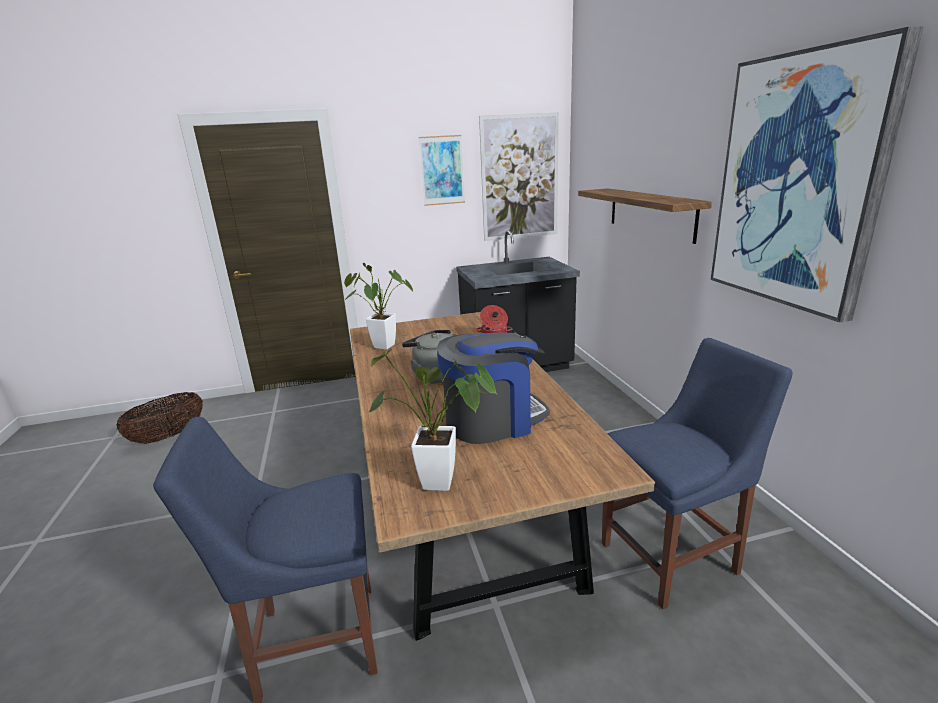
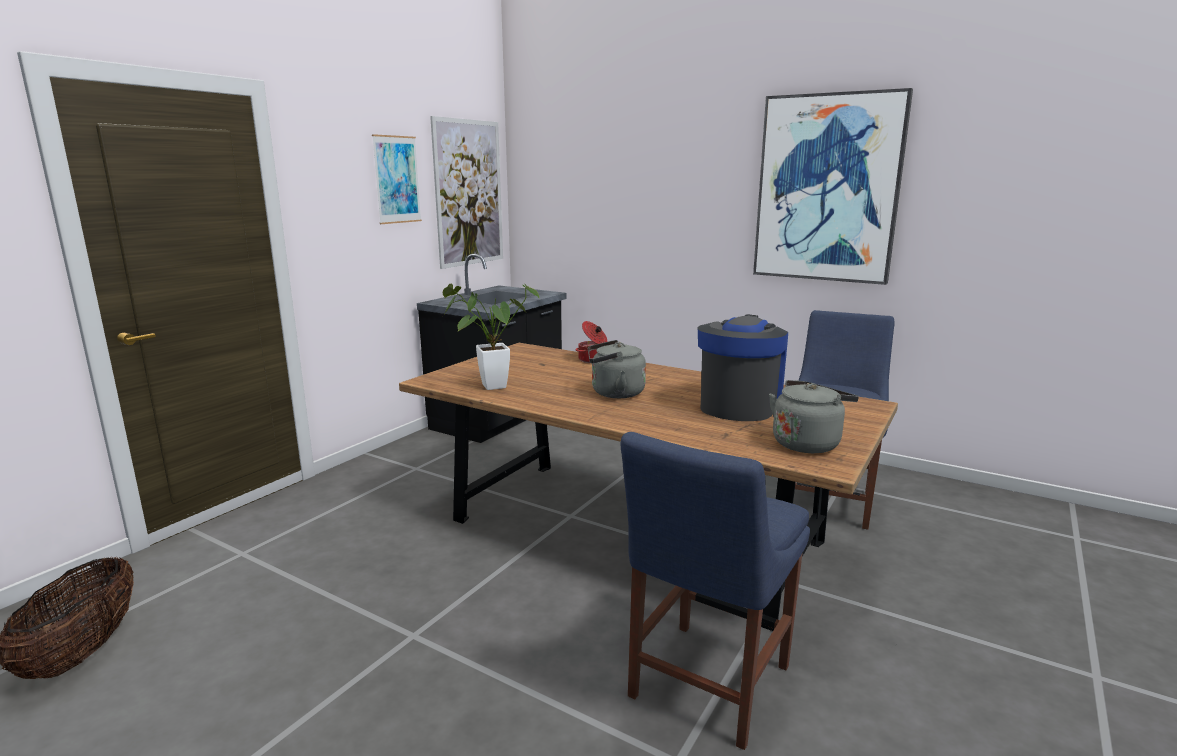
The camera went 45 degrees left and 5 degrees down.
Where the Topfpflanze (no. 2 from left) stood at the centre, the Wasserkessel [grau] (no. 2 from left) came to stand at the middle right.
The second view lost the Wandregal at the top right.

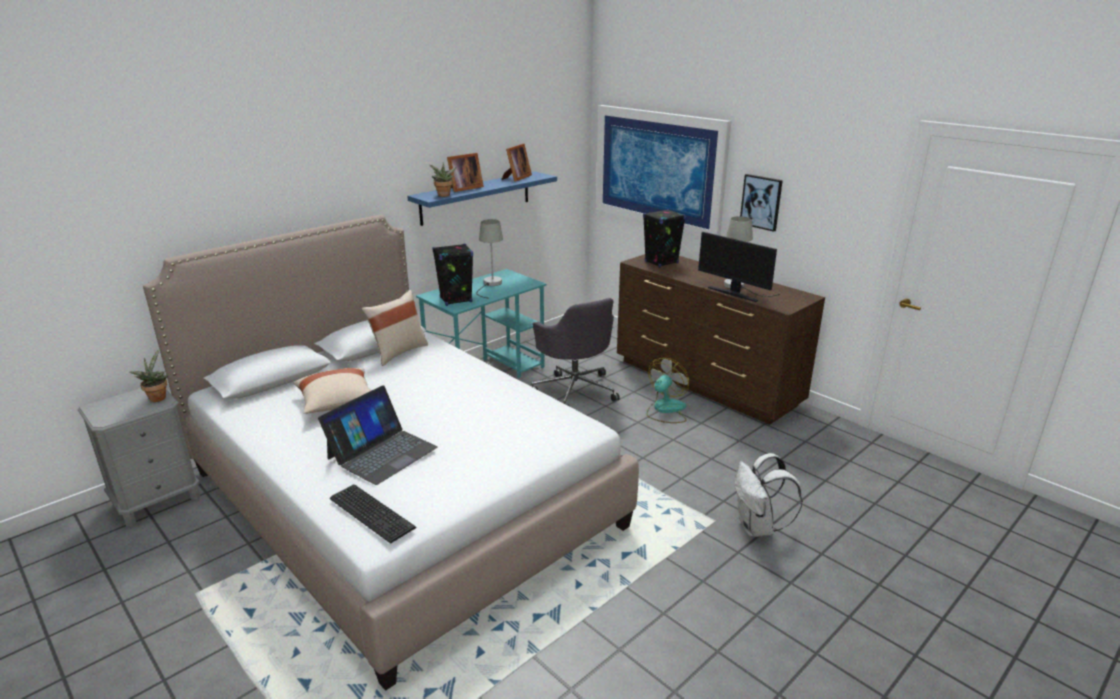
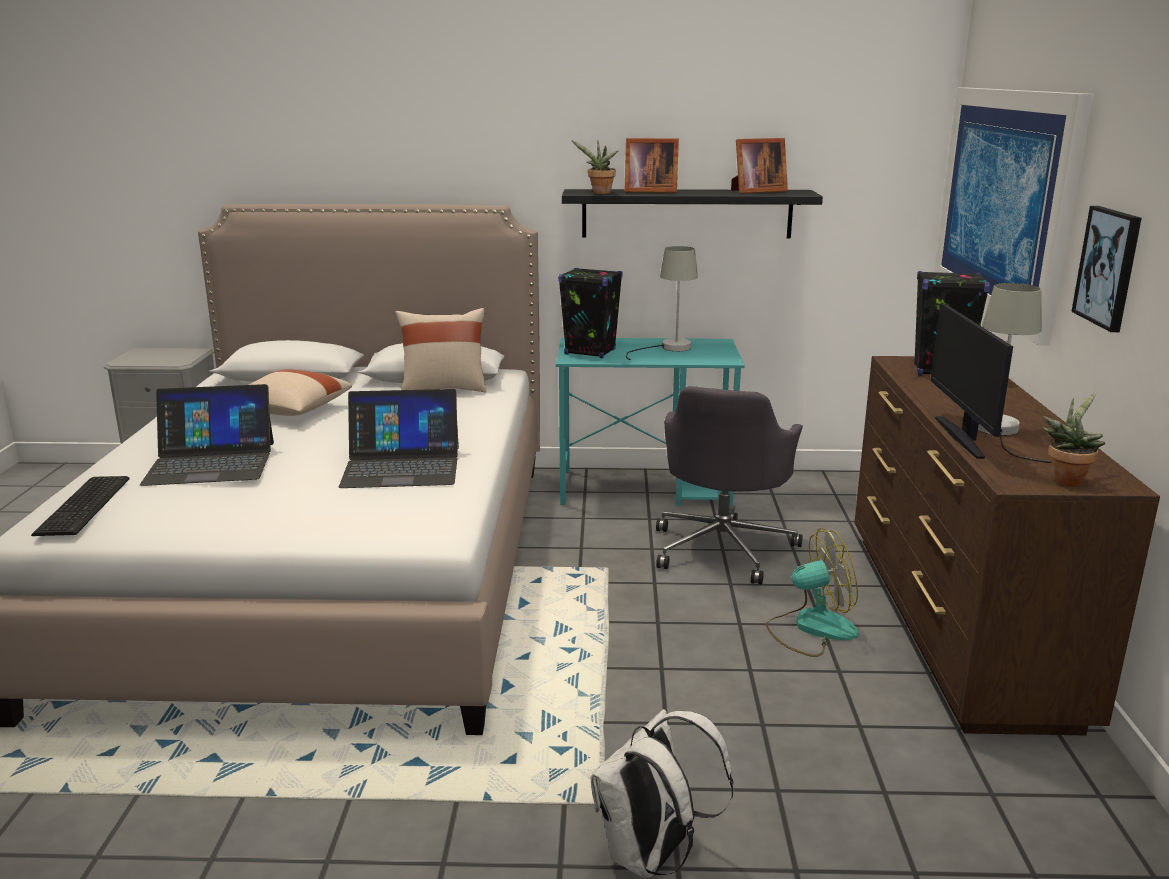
The camera went 45 degrees right and 5 degrees down.
The Topfpflanze (no. 1 from left in the first image) ended up elsewhere, having gone from the middle left to the middle right.
What was the Wandregal [blau] at the top centre turned into the Wandregal [schwarz] at the top centre.
The second view gained the Laptop (no. 2 from left) at the centre.

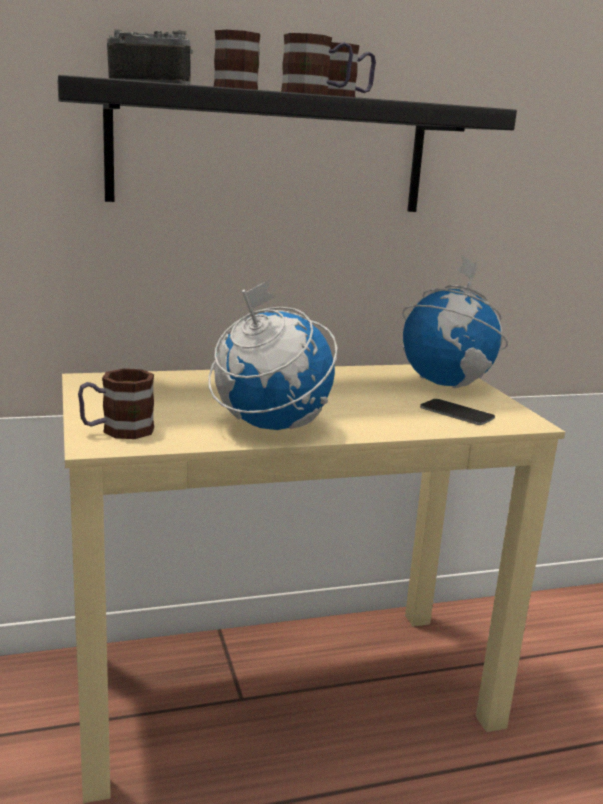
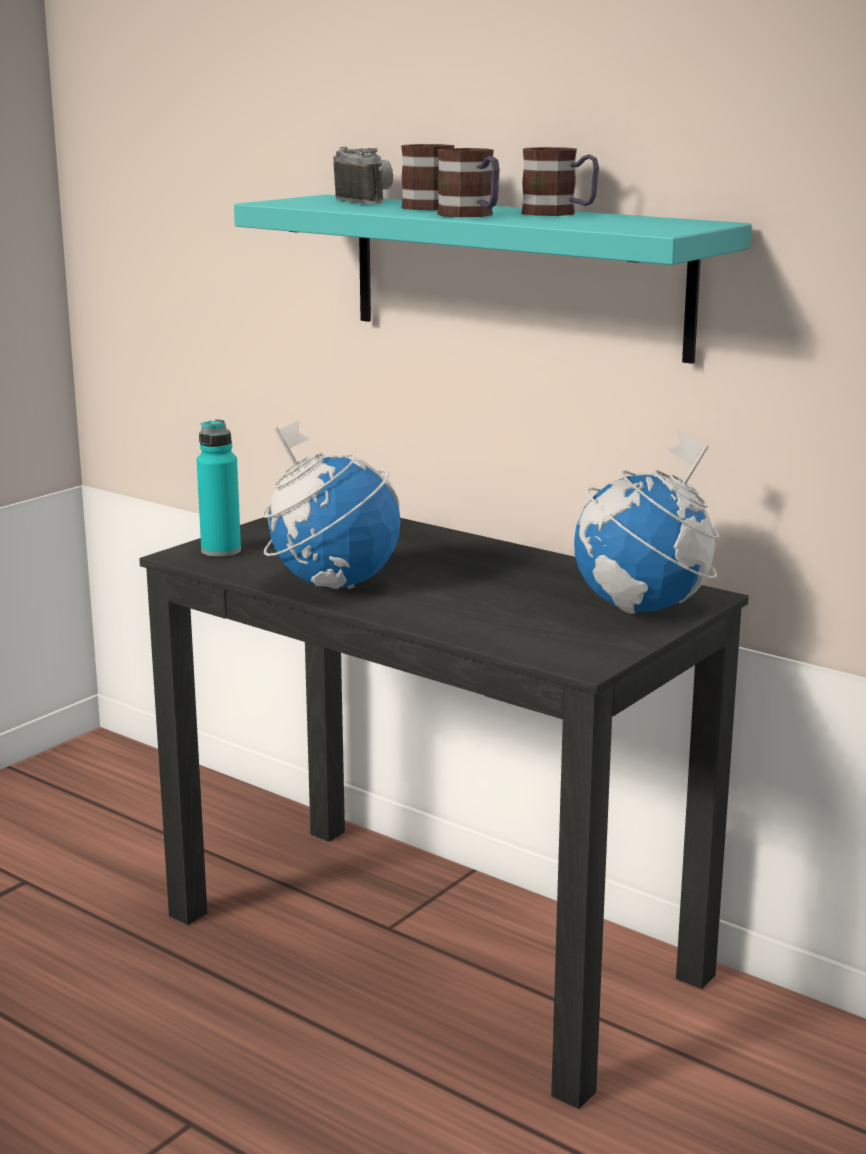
The camera went 55 degrees right and 0 degrees up.
What was the Wandregal [schwarz] at the top centre turned into the Wandregal [türkis] at the top centre.
What was the Schreibtisch [beige] at the bottom centre turned into the Schreibtisch [schwarz] at the bottom centre.
Where the Henkelbecher (no. 1 from left) stood at the middle left, the Flasche [türkis] came to stand at the middle left.
The second view lost the Handy at the middle right.

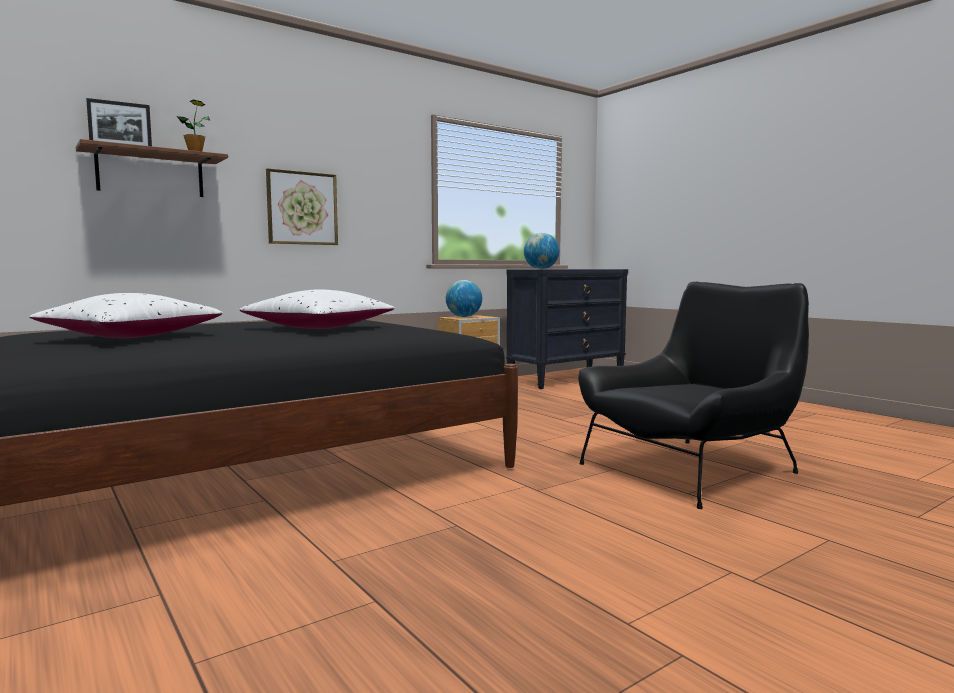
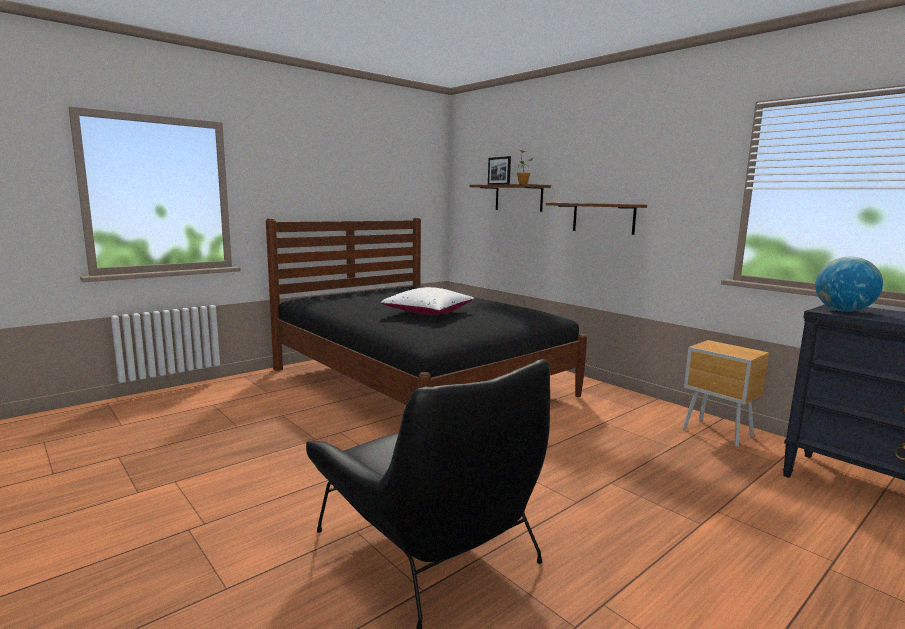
The camera went 85 degrees right and 5 degrees up.
The second view lost the Kissen [weiß] (no. 1 from left) at the middle left.
Where the Bild hung at the top left, the Wandregal [braun] (no. 2 from left) came to hang at the centre.
The second view lost the Globus (no. 1 from left) at the centre.

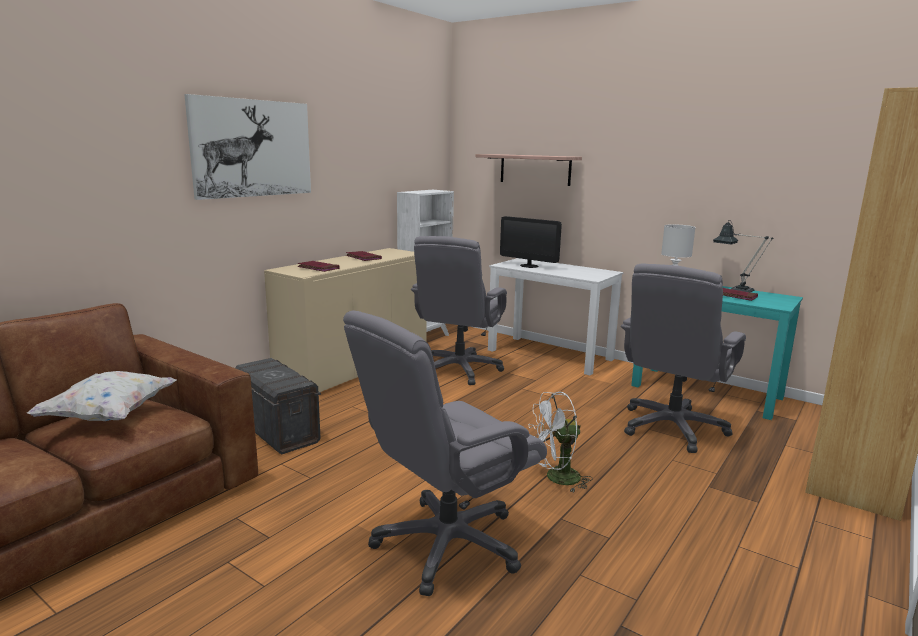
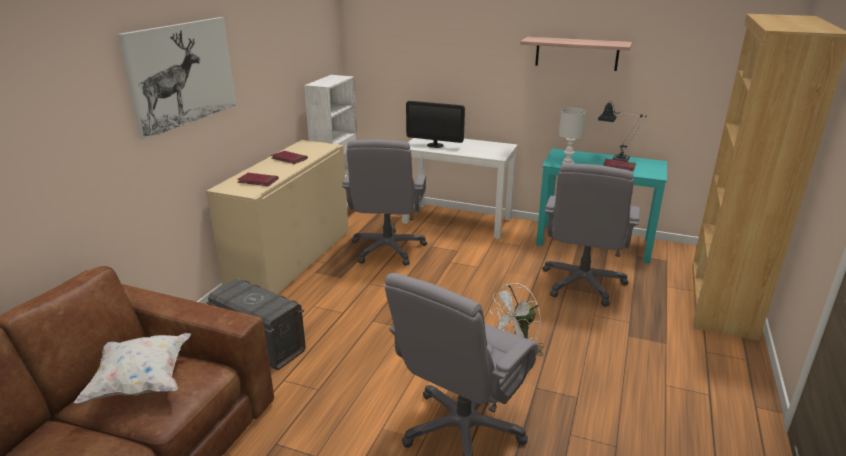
The camera went 15 degrees left and 10 degrees up.
The Wandregal ended up elsewhere, having gone from the top centre to the top right.

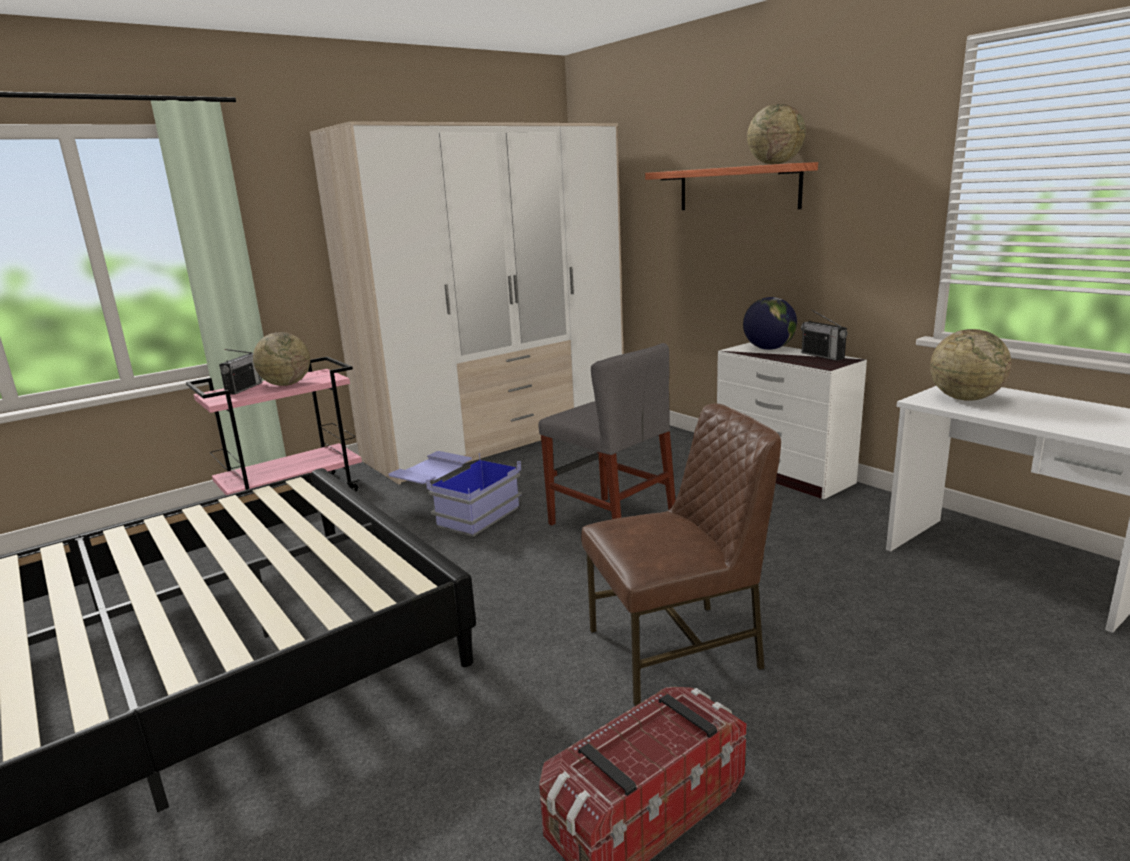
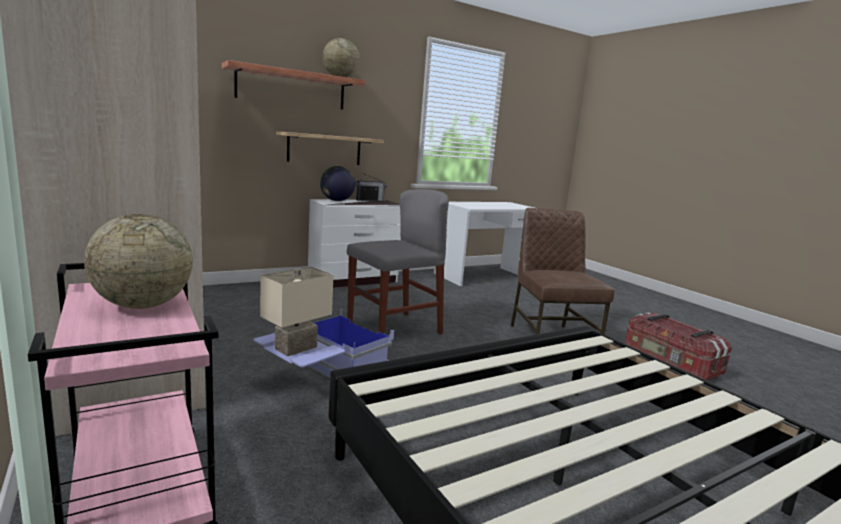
The camera went 85 degrees left and 5 degrees down.
The second view lost the Radio (no. 1 from left) at the middle left.
The second view lost the Globus (no. 4 from left) at the middle right.
The second view gained the Tischlampe [beige] at the centre.
The second view gained the Wandregal (no. 2 from left) at the top centre.

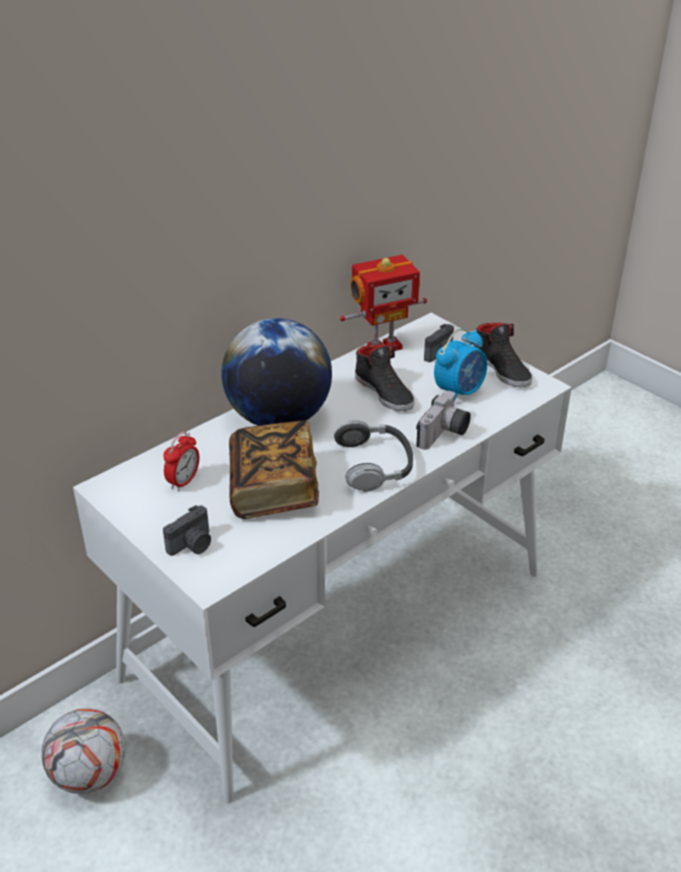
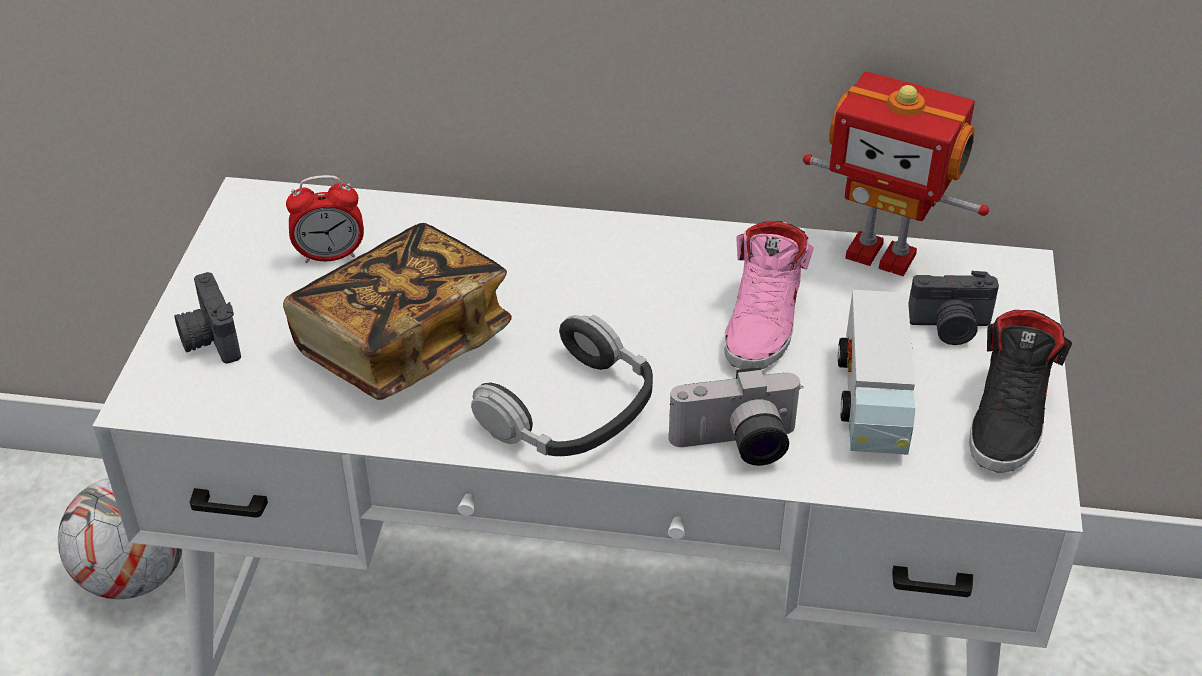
The camera went 50 degrees right and 5 degrees up.
The Kamera (no. 1 from left) at the middle left ended up facing another way, 60 degrees clockwise from before.
The second view lost the Globus at the centre.
What was the Schuh [schwarz] (no. 1 from left) at the centre turned into the Schuh [rosa] at the centre.
Where the Wecker (no. 2 from left) stood at the middle right, the Spielzeuglaster came to stand at the middle right.

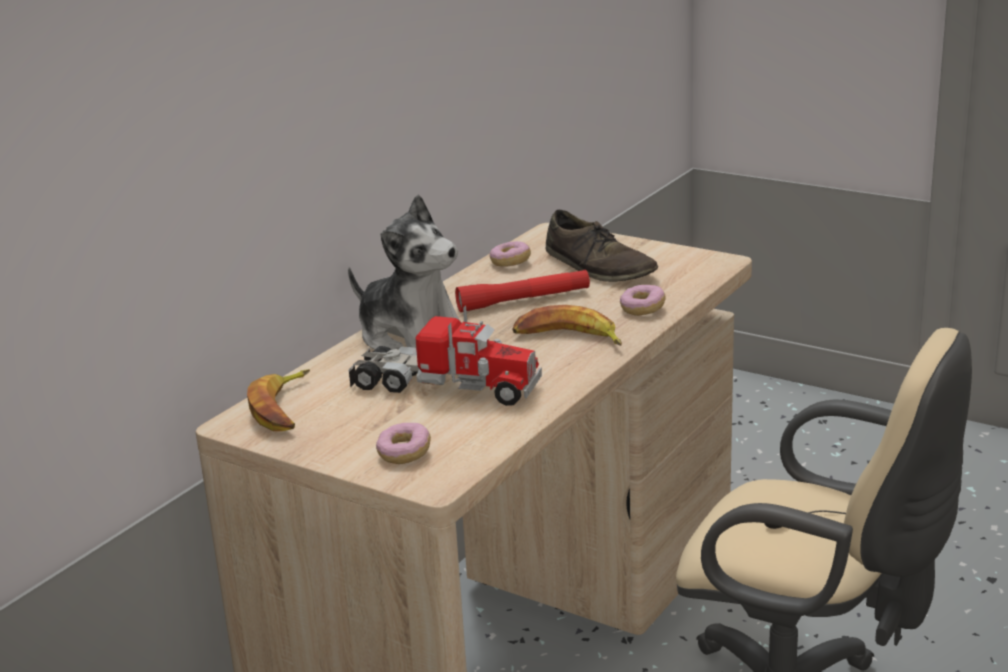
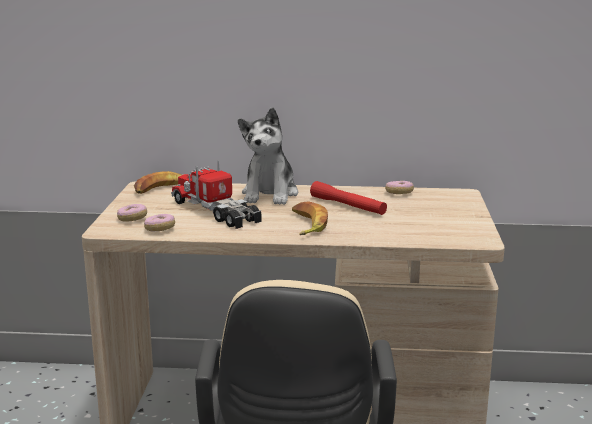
The camera went 60 degrees right and 5 degrees down.
The Spielzeuglaster at the centre ended up facing another way, 150 degrees clockwise from before.
The second view lost the Schuh [braun] at the centre.
The Donut (no. 3 from left in the first image) ended up elsewhere, having gone from the centre to the middle left.

